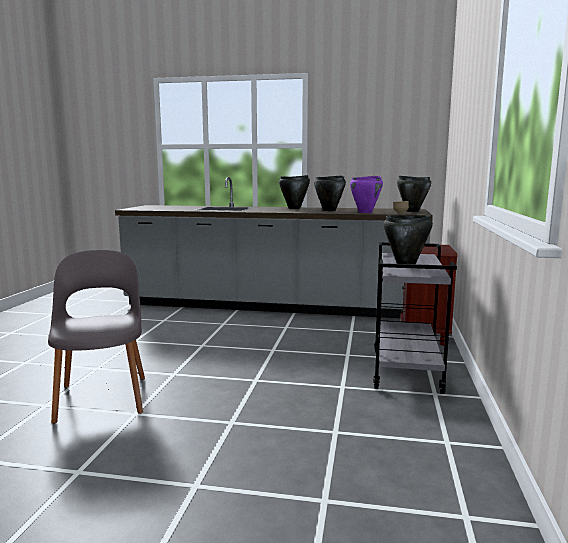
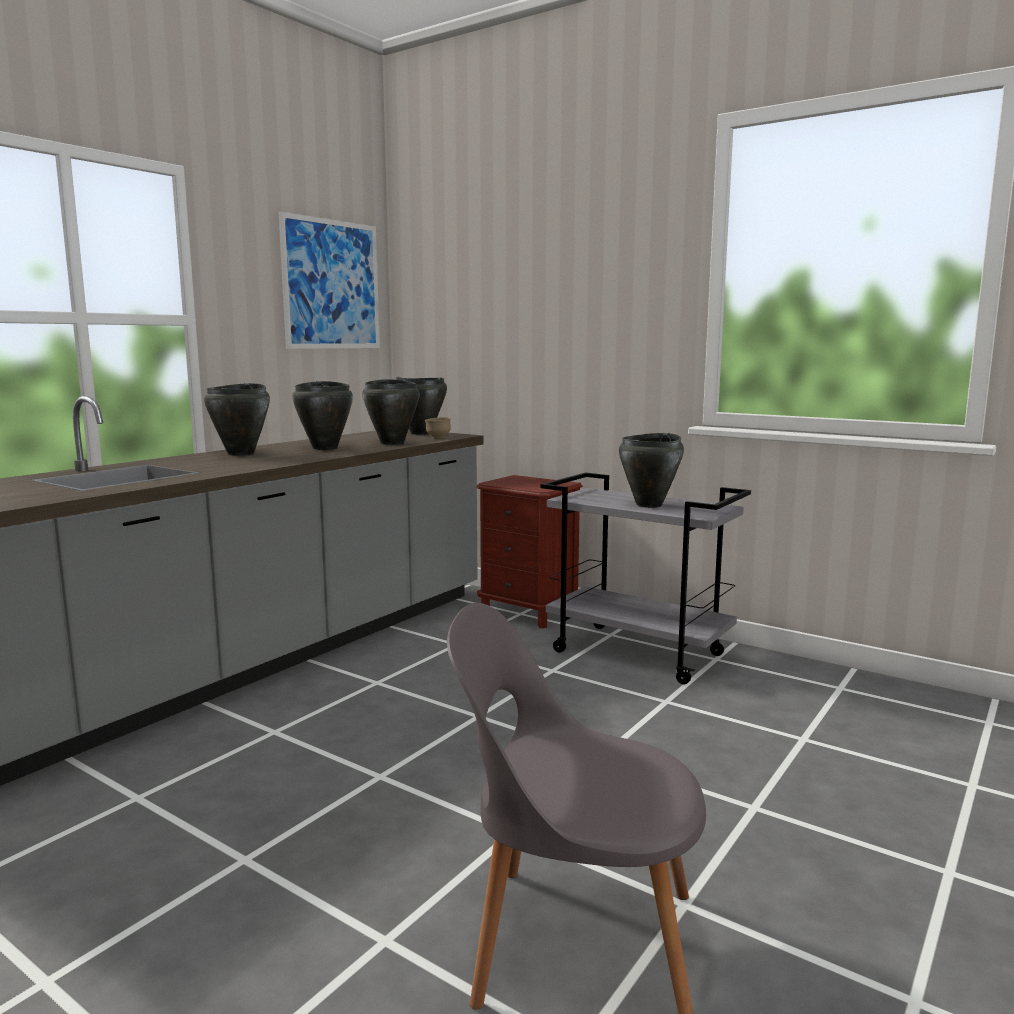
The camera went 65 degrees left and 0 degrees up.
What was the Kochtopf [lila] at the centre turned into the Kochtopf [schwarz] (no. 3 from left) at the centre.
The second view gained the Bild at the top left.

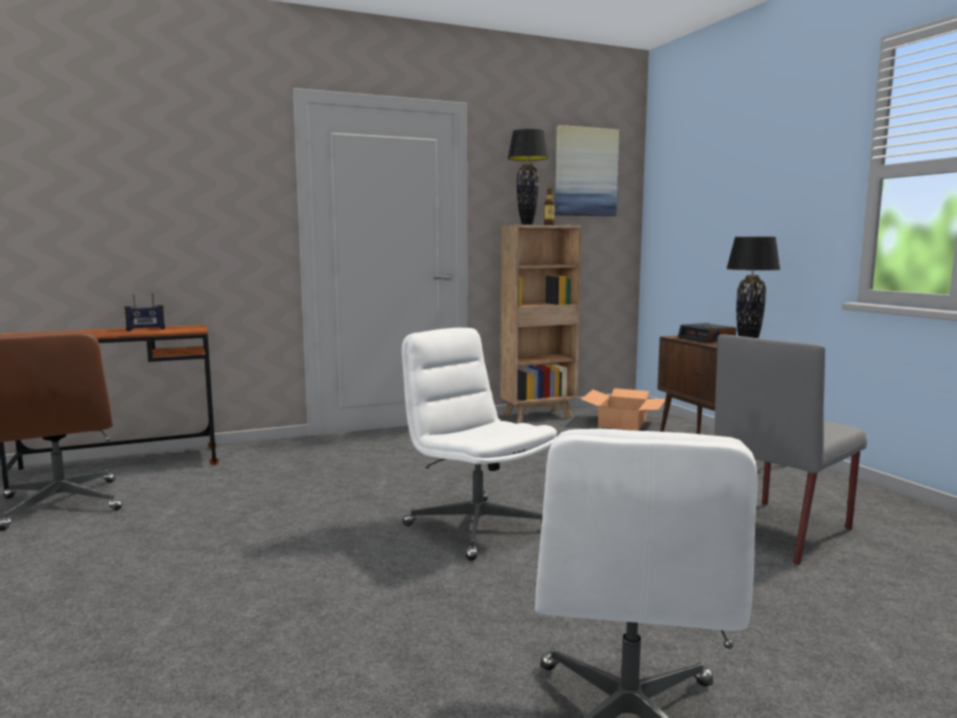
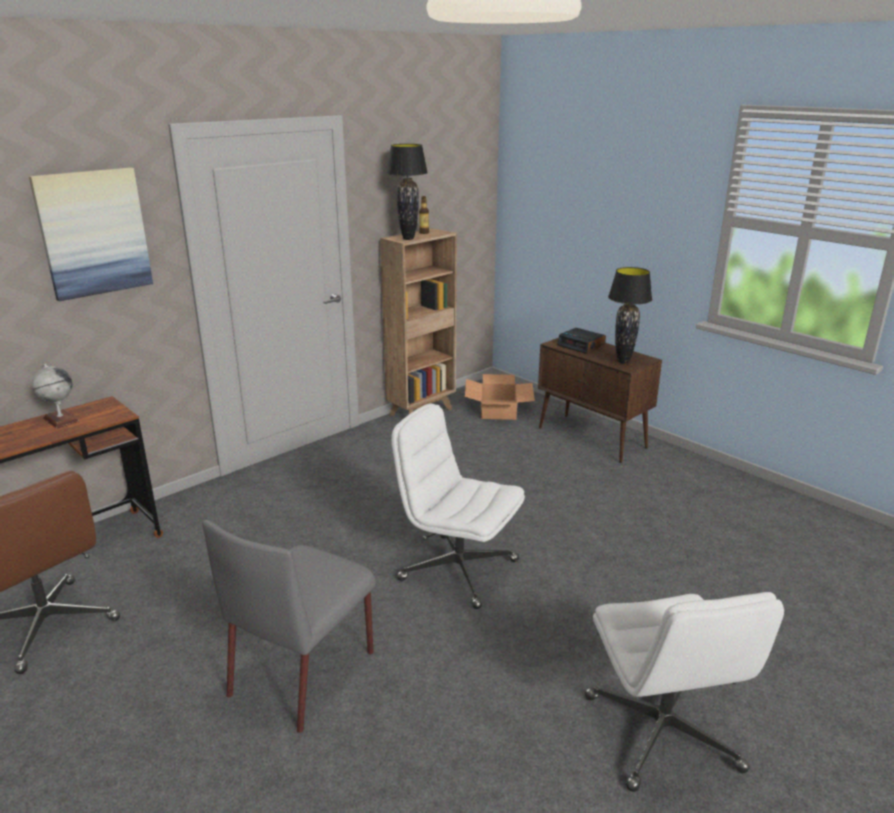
The camera went 20 degrees left and 15 degrees up.
Where the Radio stood at the middle left, the Globus came to stand at the middle left.
The Bild ended up elsewhere, having gone from the top centre to the top left.
The Stuhl [grau] ended up elsewhere, having gone from the middle right to the bottom left.

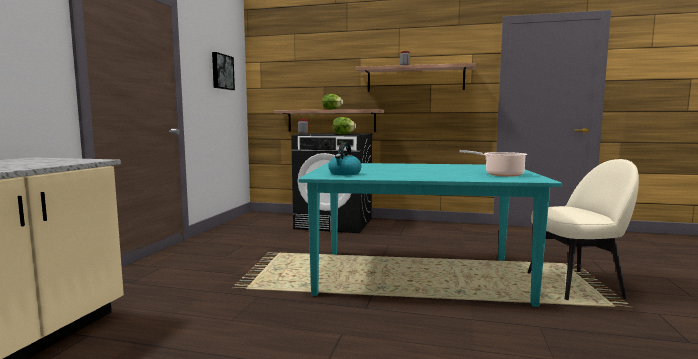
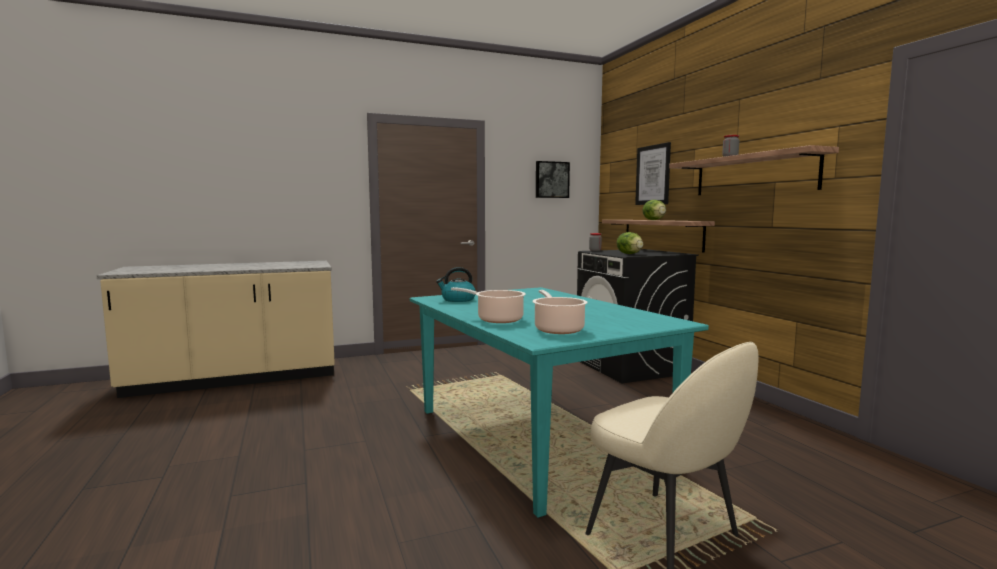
The camera went 55 degrees right and 0 degrees up.
The second view gained the Kochtopf (no. 1 from left) at the centre.
The second view gained the Bild (no. 2 from left) at the top centre.

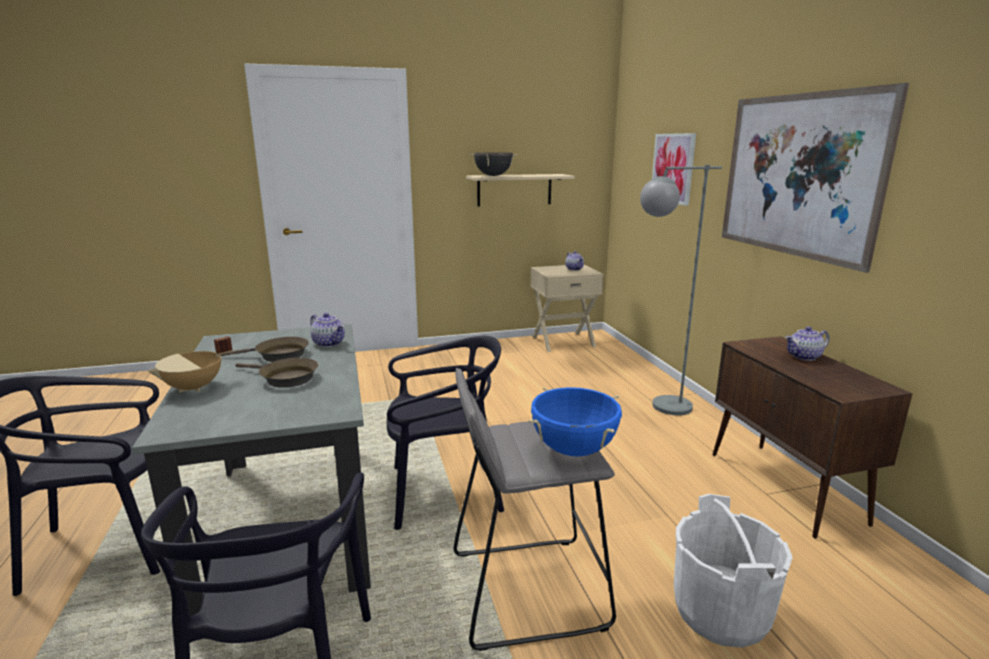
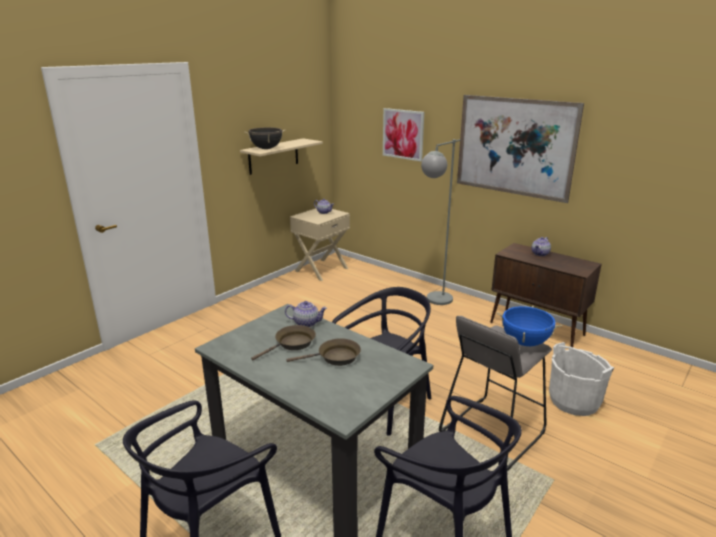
The camera went 35 degrees left and 5 degrees up.
The second view lost the Kochtopf [beige] at the middle left.

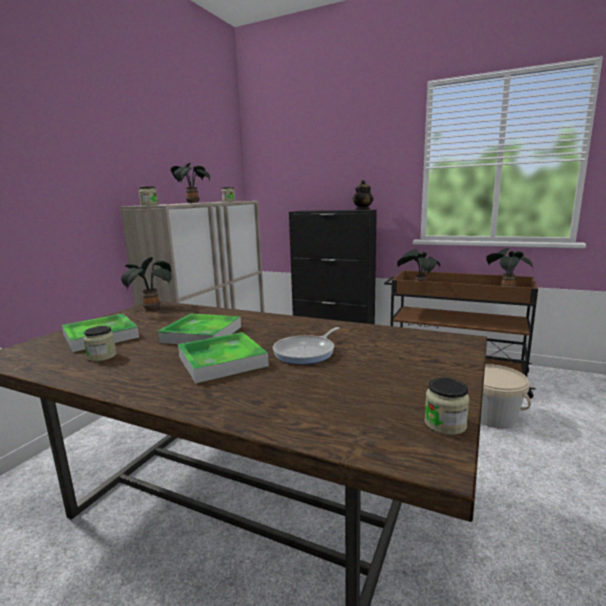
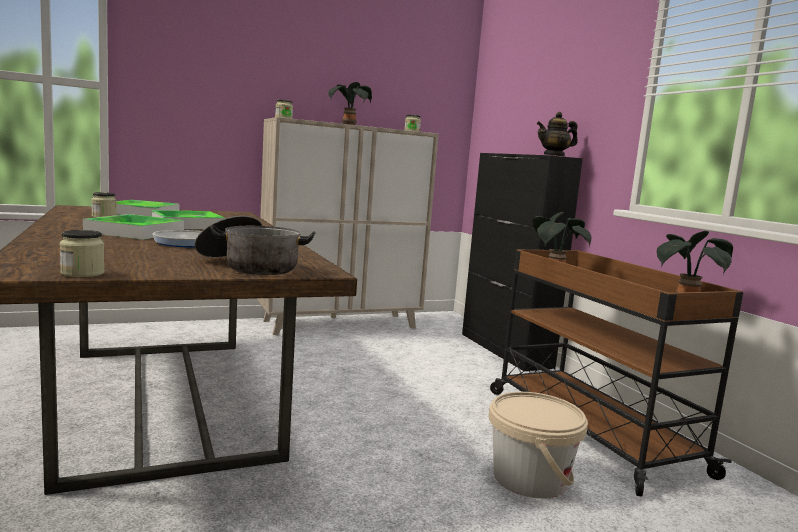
The camera went 40 degrees right and 5 degrees down.
The second view lost the Topfpflanze (no. 1 from left) at the middle left.
The second view gained the Kochtopf at the middle left.

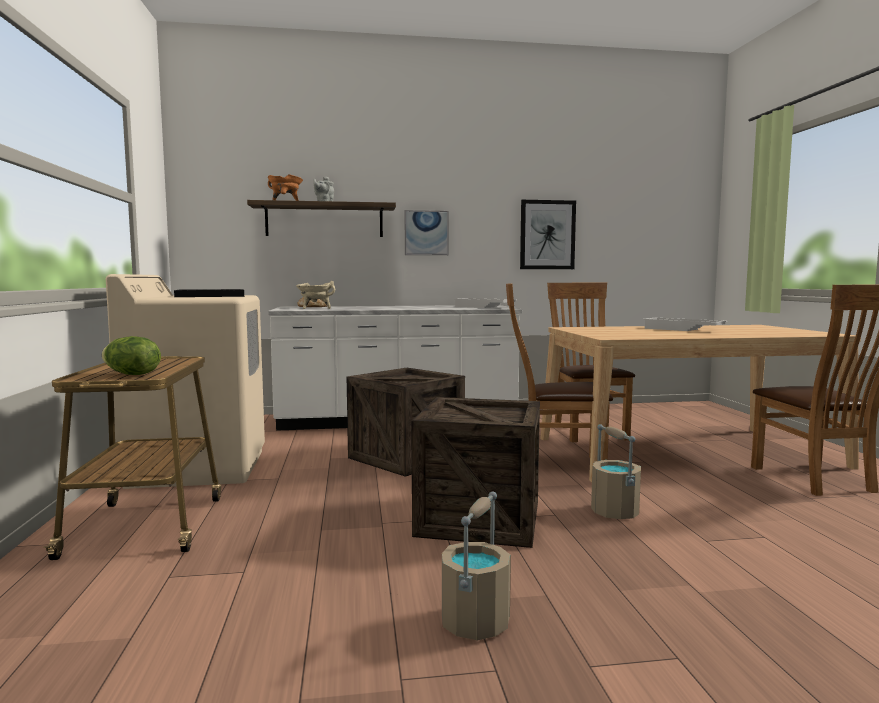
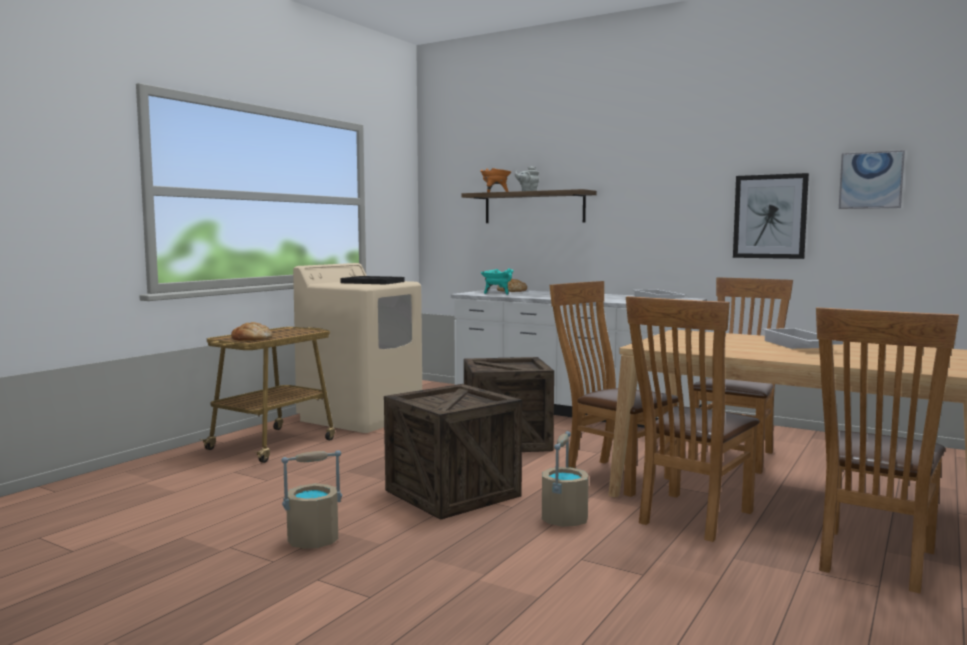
The camera went 40 degrees right and 0 degrees up.
Where the Salatkopf stood at the middle left, the Brot (no. 1 from left) came to stand at the middle left.
What was the Kochtopf [beige] at the centre turned into the Kochtopf [türkis] at the centre.
The Bild (no. 1 from left in the first image) ended up elsewhere, having gone from the top centre to the top right.
The second view gained the Stuhl [braun] (no. 2 from left) at the middle right.

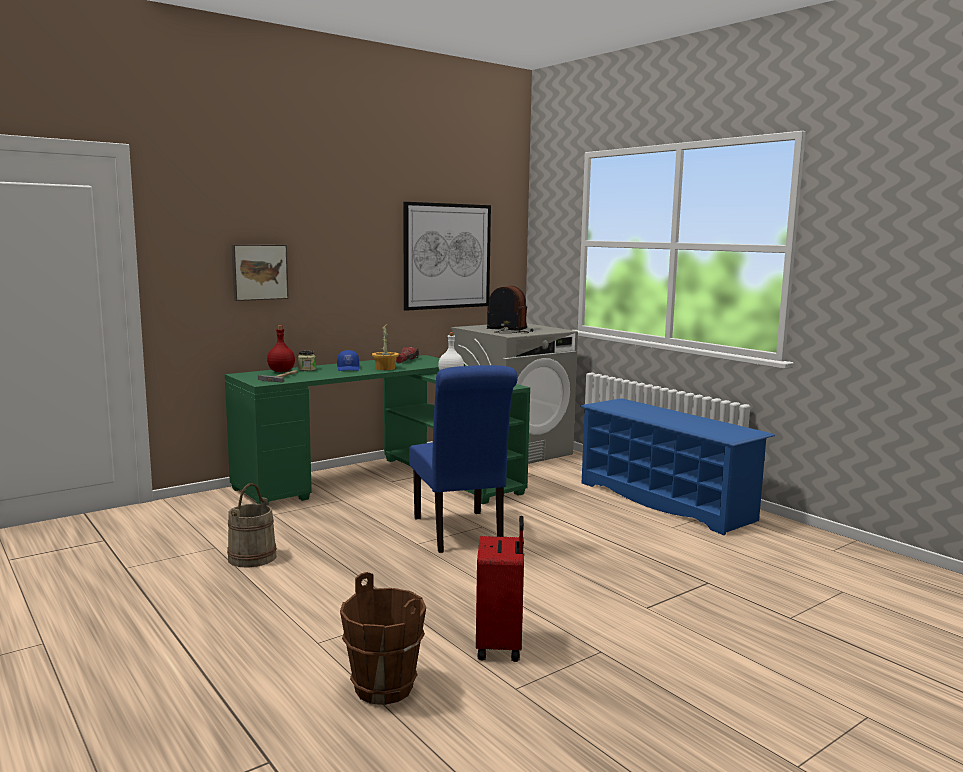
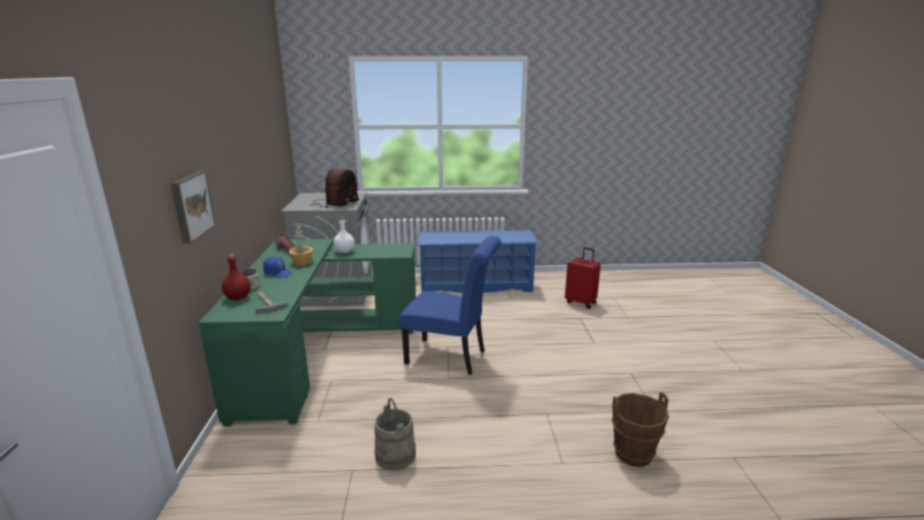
The camera went 55 degrees left and 10 degrees up.
The second view lost the Bild (no. 2 from left) at the top centre.
The Koffer [rot] ended up elsewhere, having gone from the bottom centre to the centre.
The Radio at the centre ended up facing another way, 150 degrees clockwise from before.

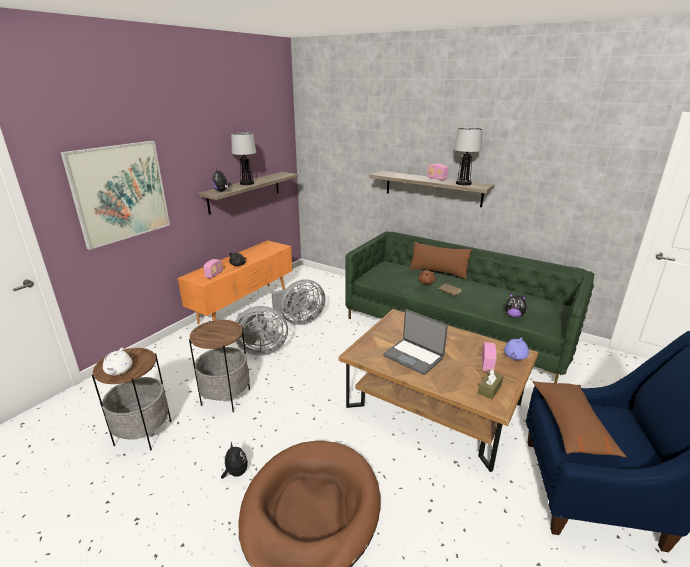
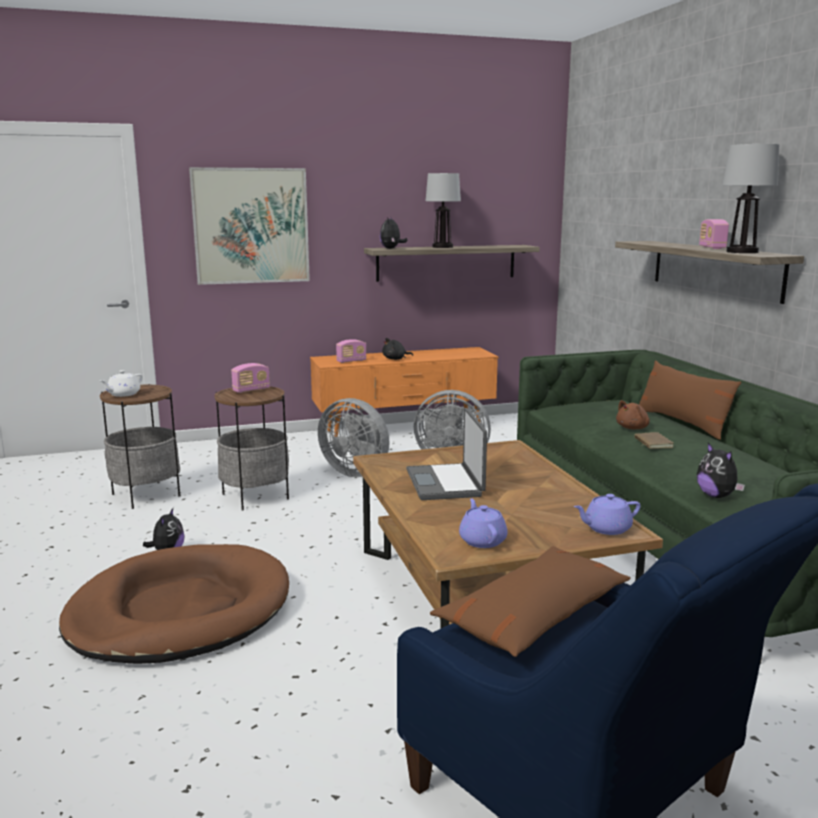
The camera went 40 degrees right and 10 degrees down.
Where the Taschentuchbox [braun] stood at the bottom right, the Teekanne [lila] (no. 1 from left) came to stand at the centre.
The Radio (no. 3 from left in the first image) ended up elsewhere, having gone from the middle right to the middle left.

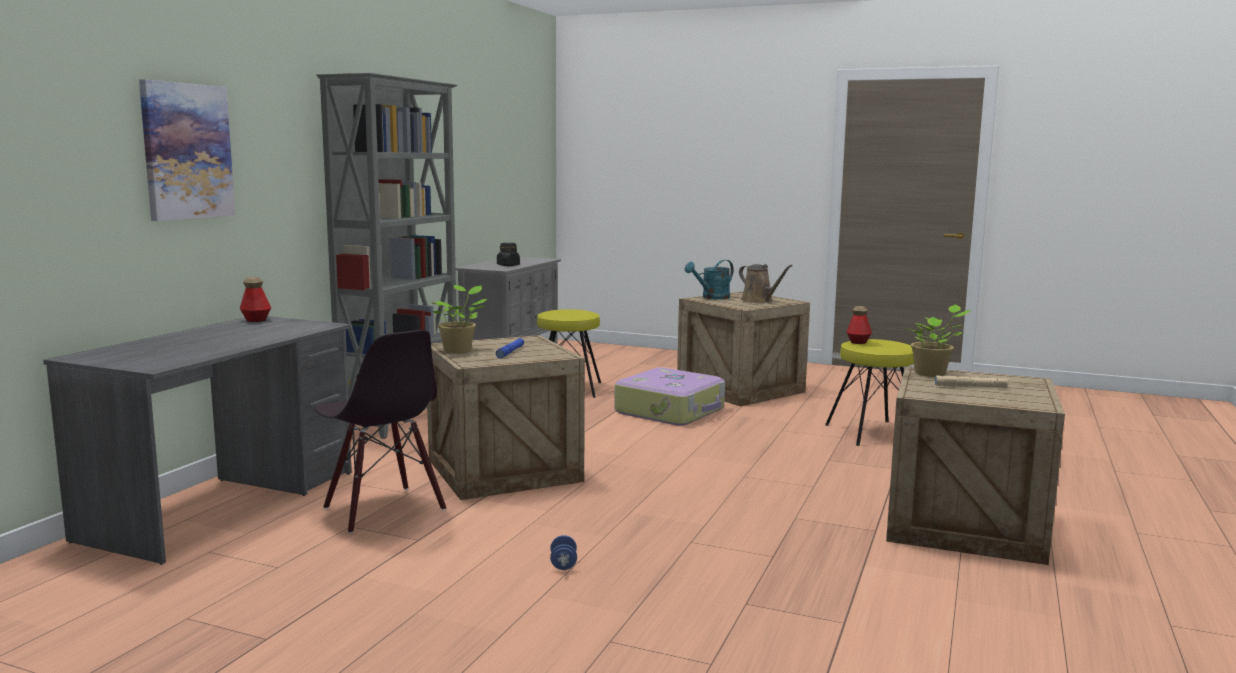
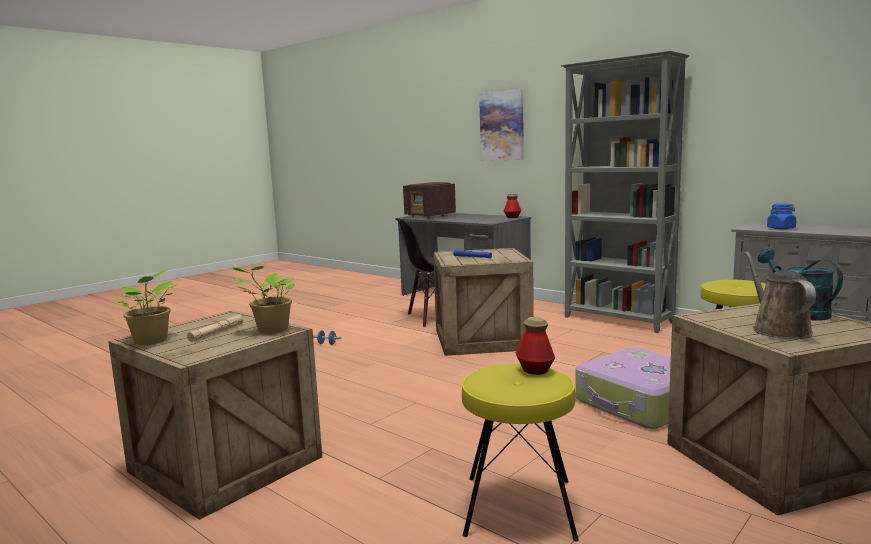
The camera went 110 degrees right and 0 degrees up.
The Topfpflanze (no. 1 from left) ended up elsewhere, having gone from the centre to the middle left.
What was the Vorratsglas [schwarz] at the centre turned into the Vorratsglas [blau] at the middle right.
The Gießkanne [braun] at the centre ended up facing another way, 105 degrees clockwise from before.
The second view gained the Radio at the centre.

